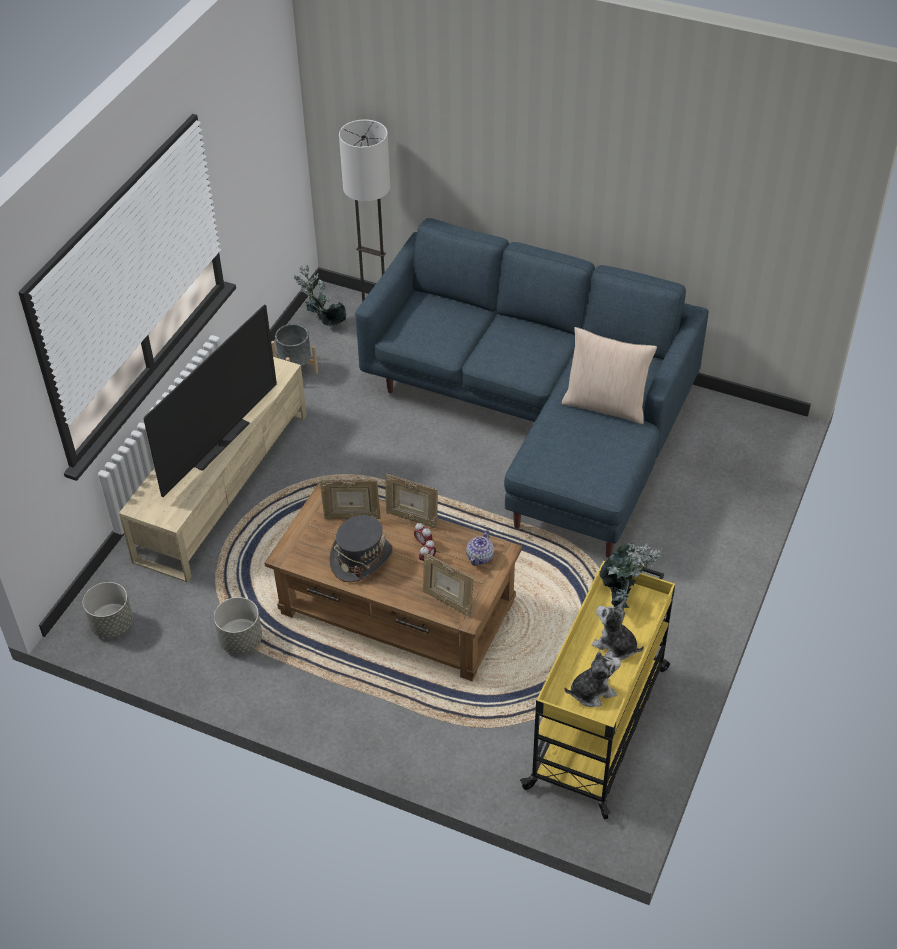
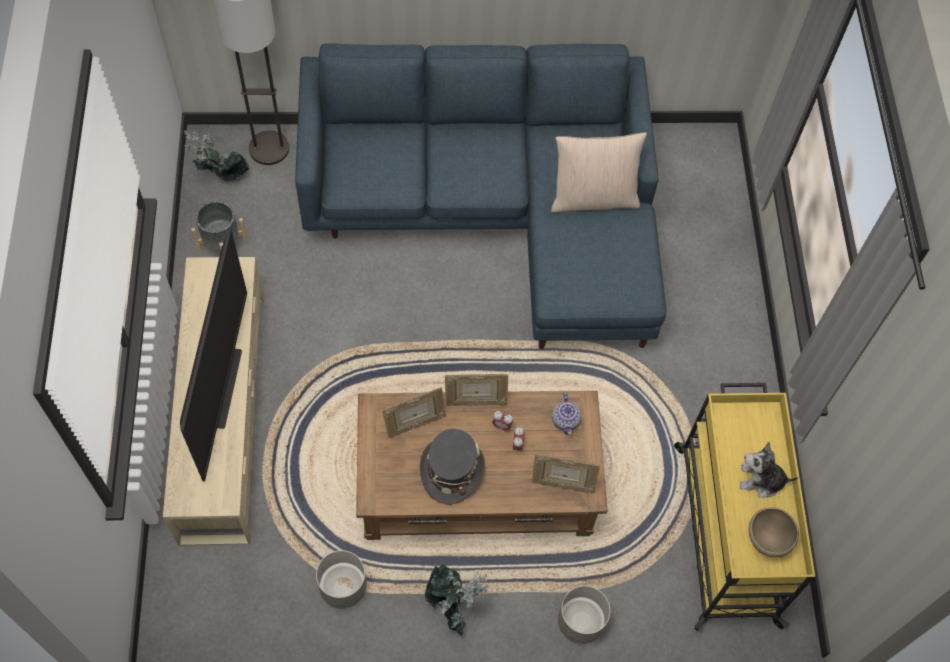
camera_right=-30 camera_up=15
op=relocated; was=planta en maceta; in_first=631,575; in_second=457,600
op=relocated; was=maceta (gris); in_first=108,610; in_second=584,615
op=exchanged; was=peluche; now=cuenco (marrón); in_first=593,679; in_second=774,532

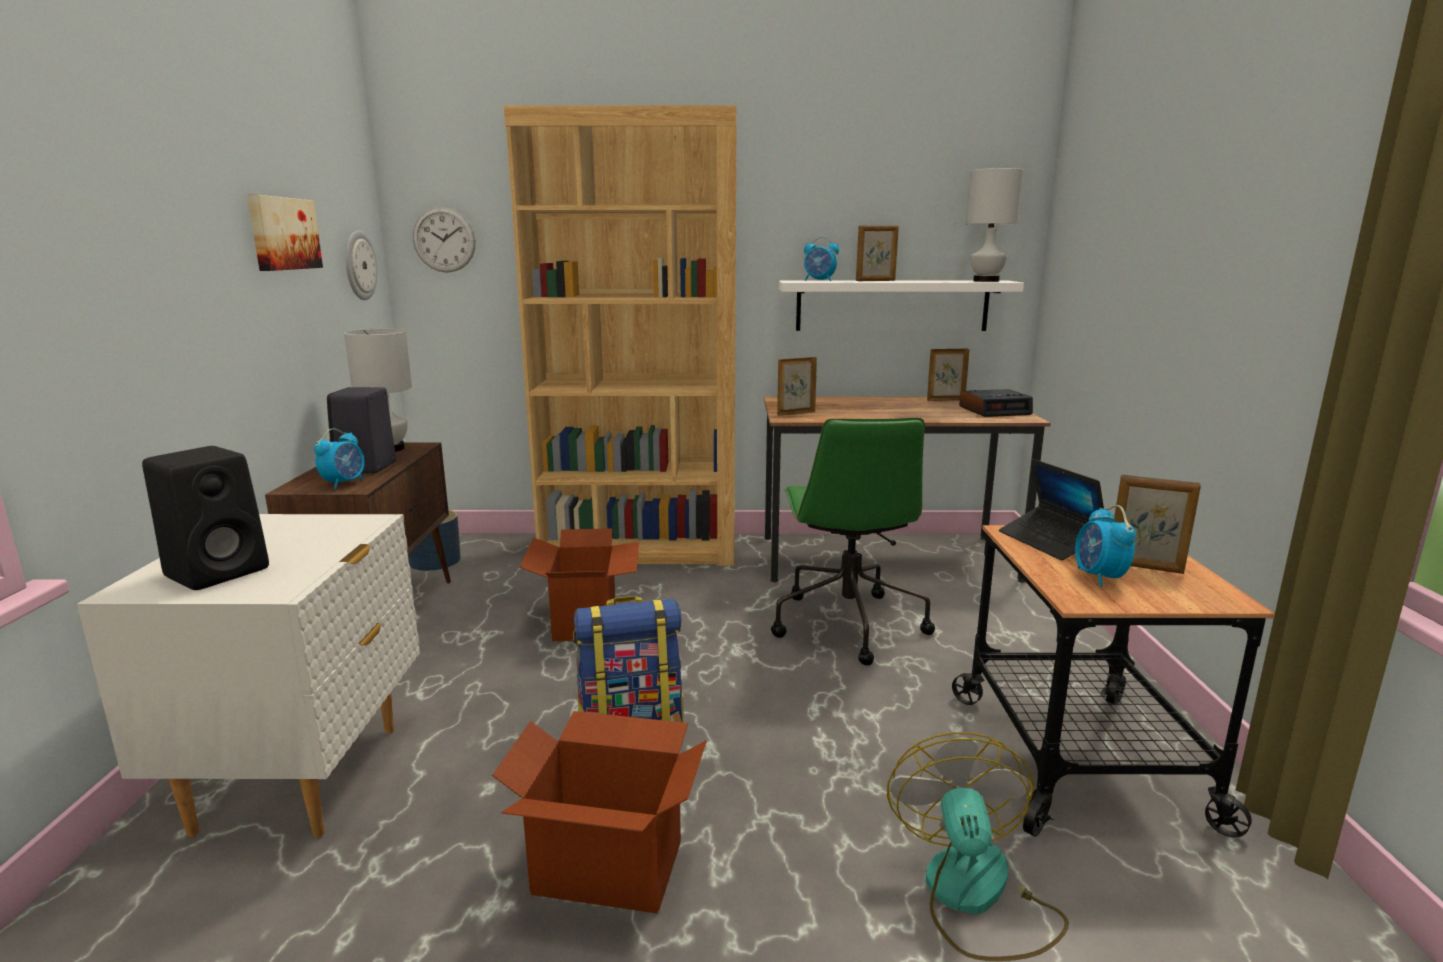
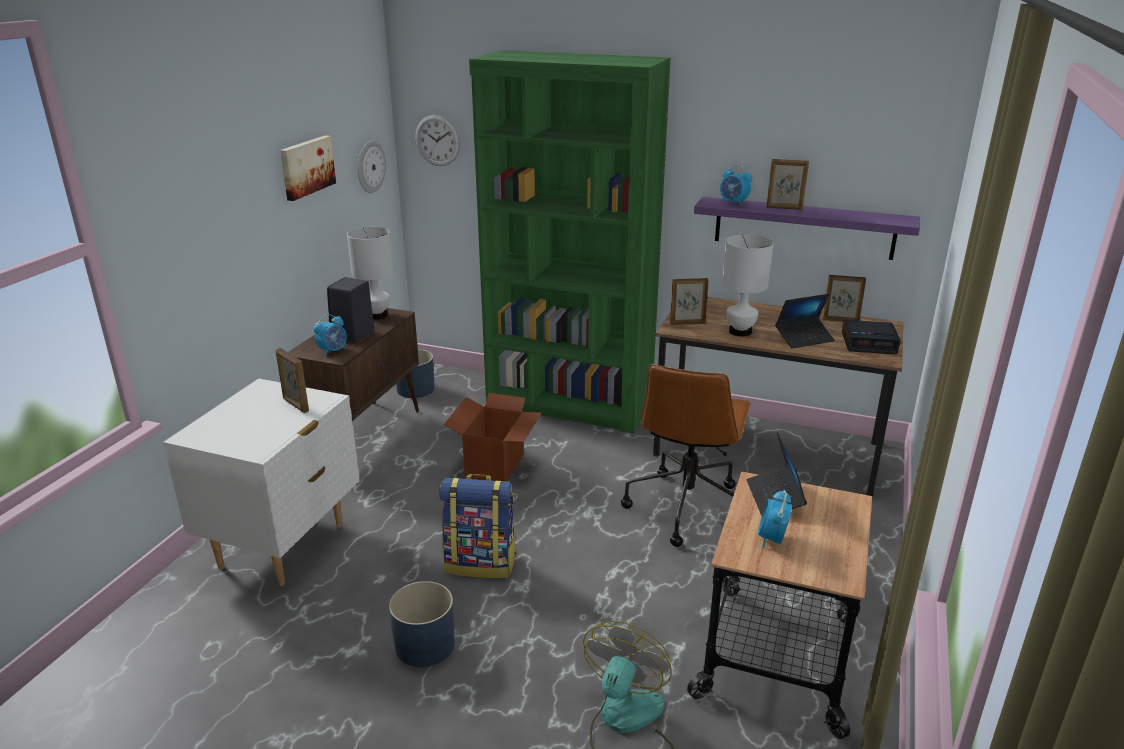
camera_right=20 camera_up=10
op=colour; was=estantería (marrón); now=estantería (verde); in_first=620,335; in_second=570,242
op=relocated; was=lámpara de mesa (blanco); in_first=994,225; in_second=747,285
op=colour; was=estante (blanco); now=estante (morado); in_first=901,306; in_second=807,228
op=colour; was=silla de oficina (verde); now=silla de oficina (marrón); in_first=853,541; in_second=686,455
op=missing; was=altavoz (negro); in_first=205,518
op=relocated; was=portarretratos; in_first=1157,524; in_second=292,380
op=exchanged; was=caja de cartón; now=maceta (azul); in_first=599,812; in_second=422,624
op=appeared; now=portátil; in_second=805,321

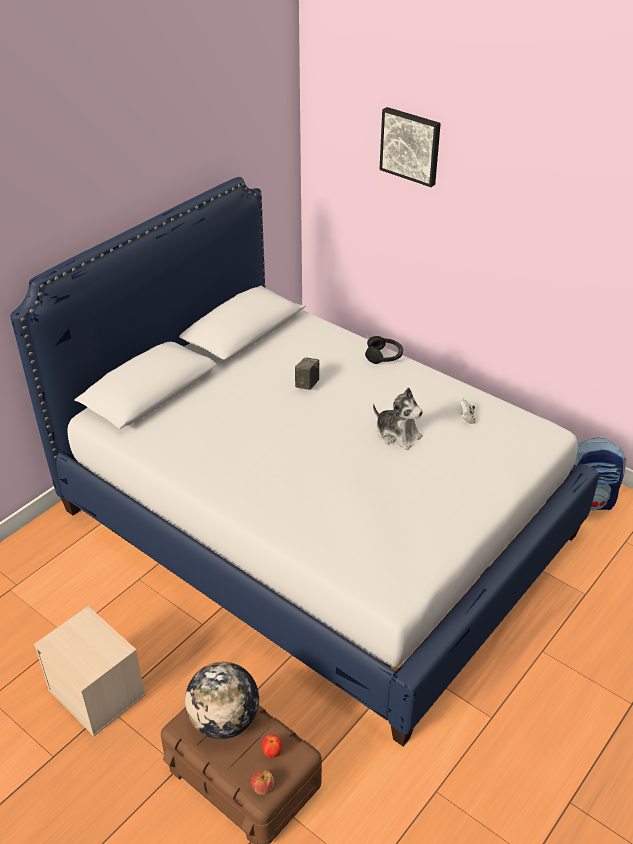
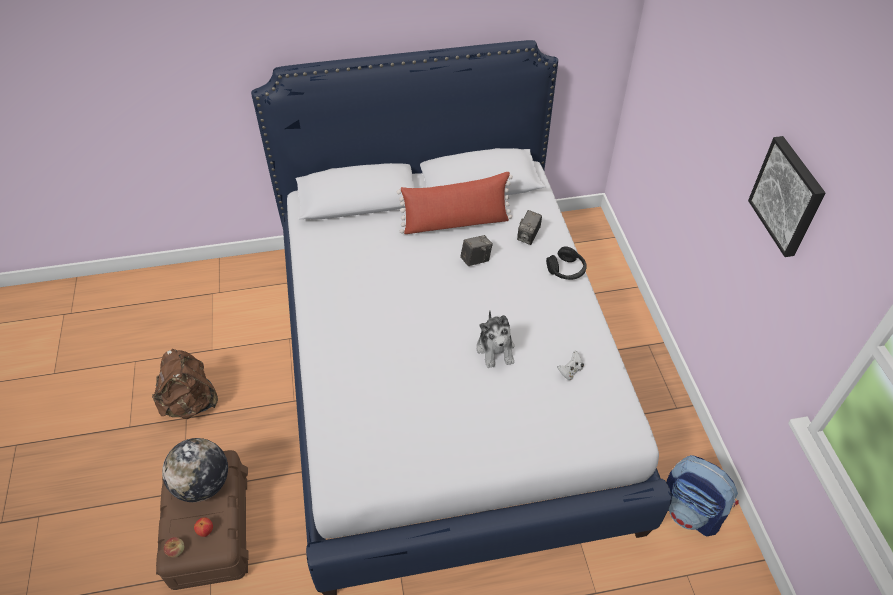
camera_right=40 camera_up=10
op=relocated; was=cuadro; in_first=410,147; in_second=786,196
op=exchanged; was=caja de almacenaje (beis); now=mochila (marrón); in_first=90,671; in_second=185,384
op=appeared; now=cojín (rojo); in_second=455,203
op=appeared; now=cámara; in_second=529,227

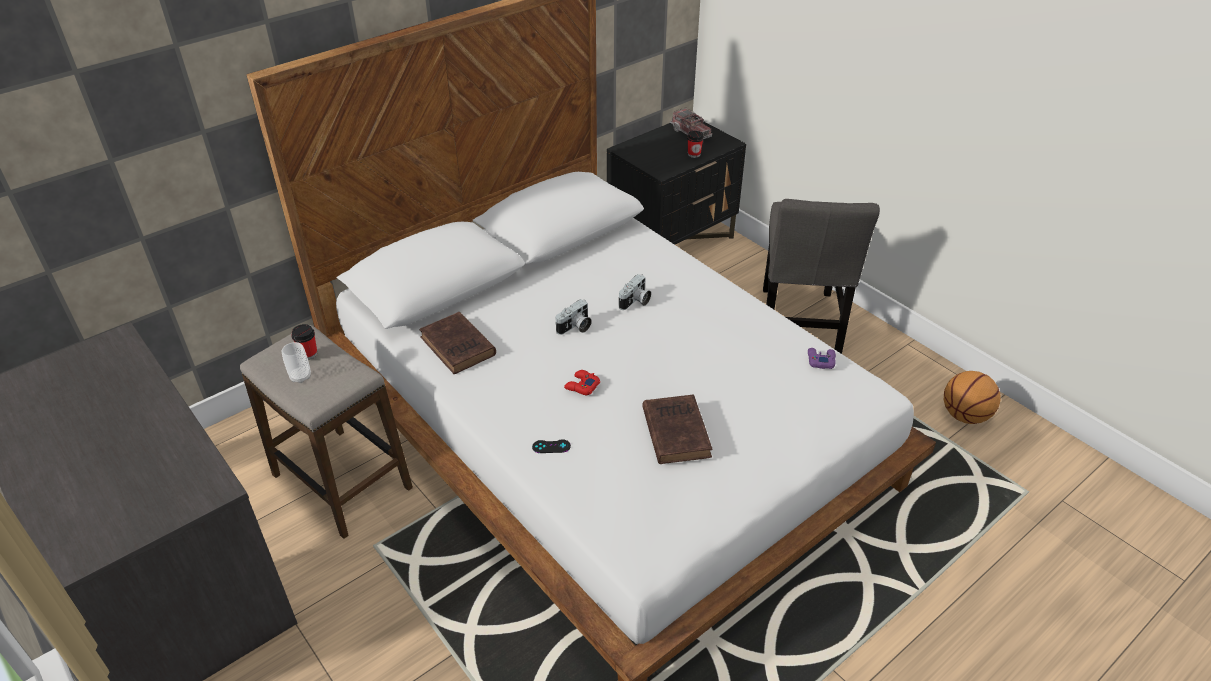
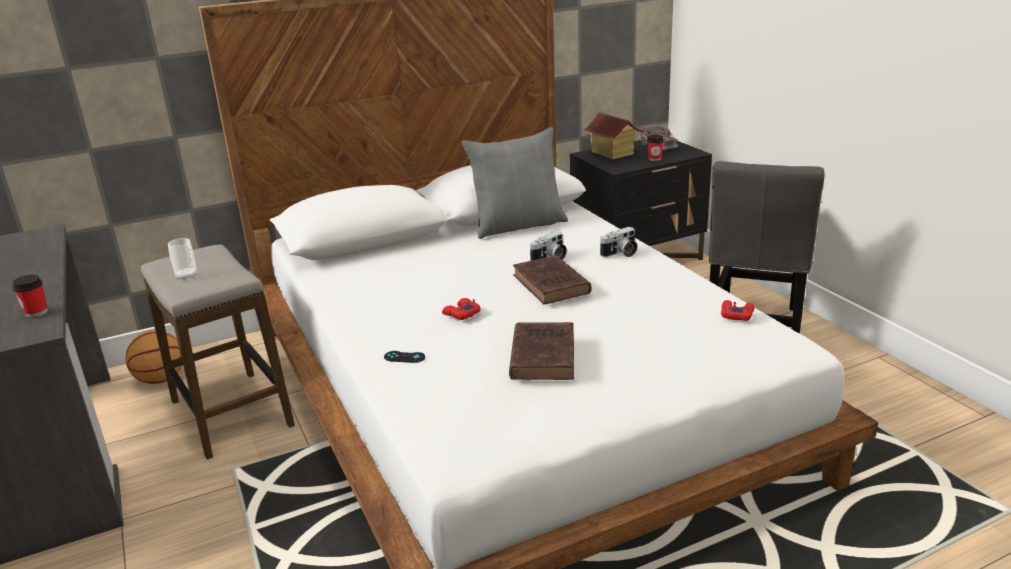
camera_right=15 camera_up=-15
op=relocated; was=cámara; in_first=573,317; in_second=618,242
op=relocated; was=libro (marrón); in_first=457,343; in_second=552,279
op=relocated; was=taza; in_first=304,342; in_second=30,296
op=colour; was=mando de consola (morado); now=mando de consola (rojo); in_first=822,358; in_second=738,310
op=relocated; was=balón de baloncesto; in_first=972,397; in_second=153,357
op=appeared; now=casita; in_second=613,135
op=appeared; now=cojín (gris); in_second=514,183

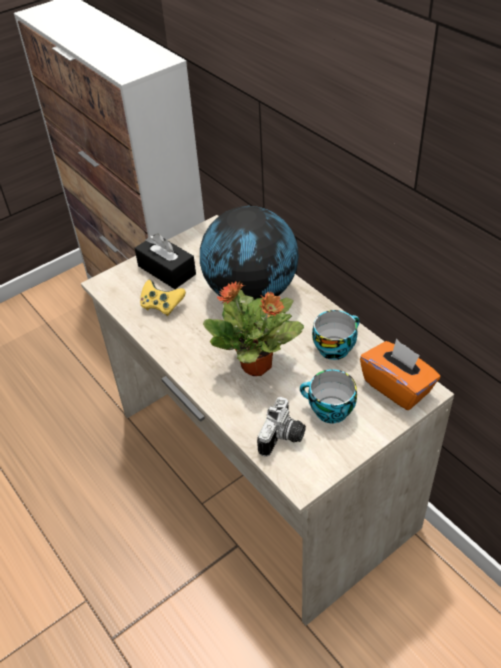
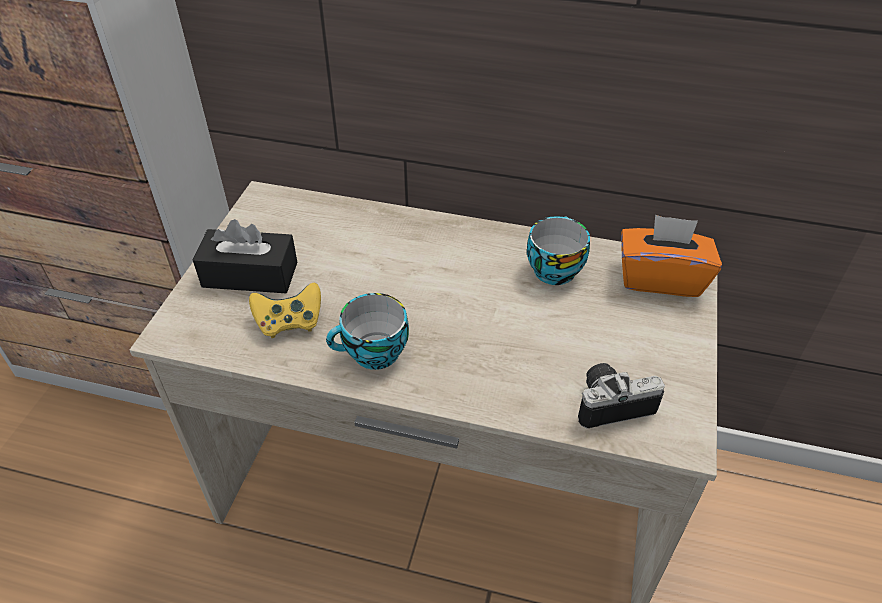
camera_right=-40 camera_up=0
op=missing; was=globo terráqueo; in_first=249,254
op=missing; was=planta en maceta; in_first=253,328
op=relocated; was=taza; in_first=328,396; in_second=367,331
op=spun; was=cámara; in_first=281,427; in_second=621,396; clockwise=-90

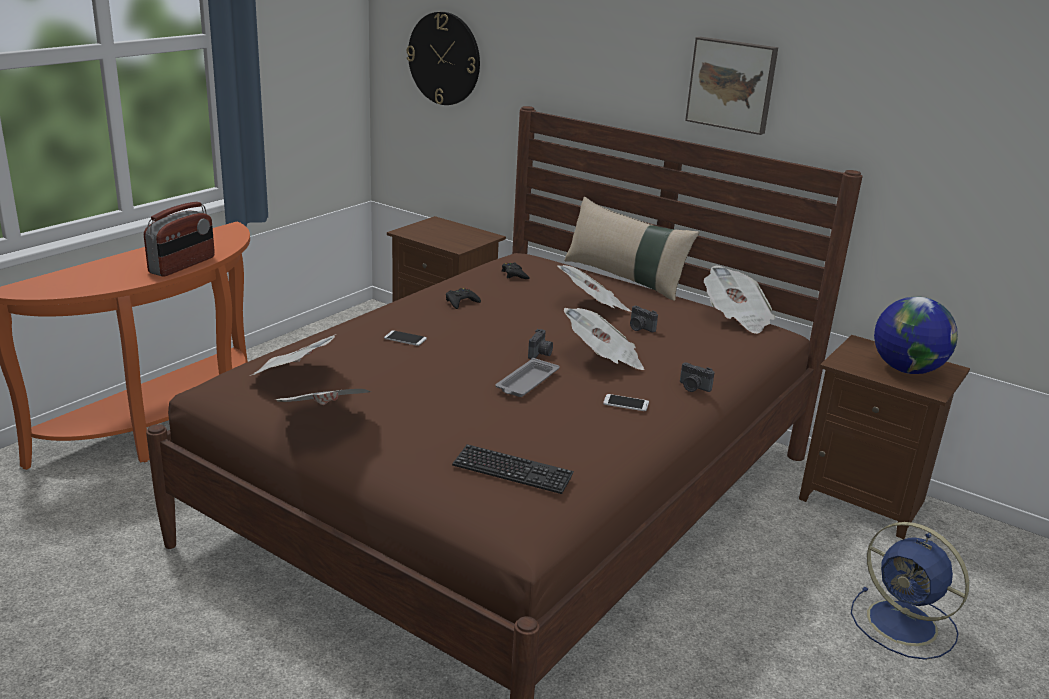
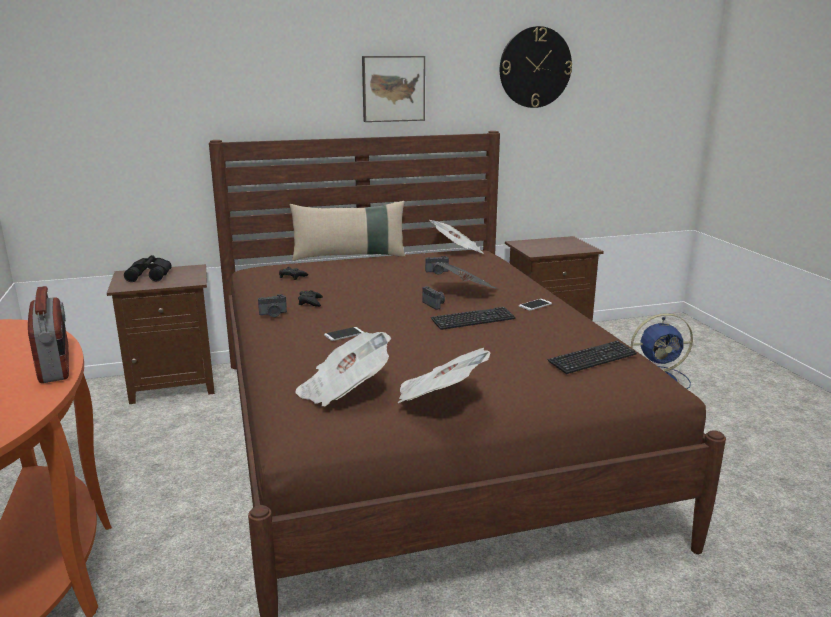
camera_right=-50 camera_up=-5
op=relocated; was=reloj de pared; in_first=443,58; in_second=536,67
op=missing; was=periódico; in_first=594,288
op=missing; was=globo terráqueo; in_first=916,335
op=exchanged; was=bandeja (gris); now=teclado; in_first=527,377; in_second=473,318
op=relocated; was=cámara; in_first=697,377; in_second=272,305
op=appeared; now=prismáticos (negro); in_second=148,268

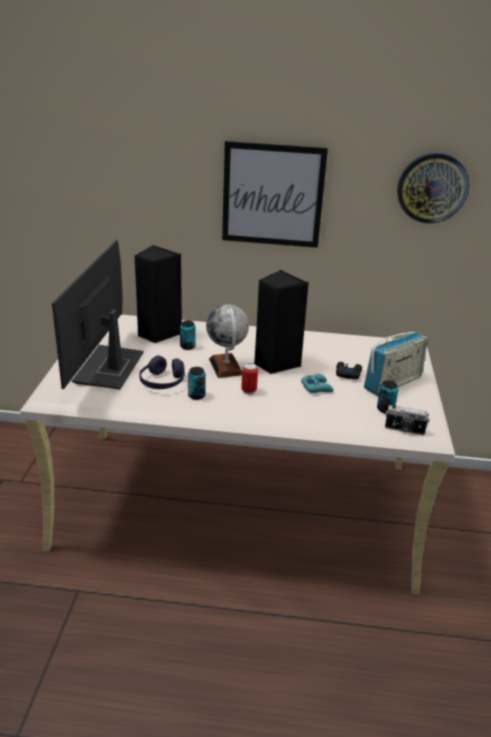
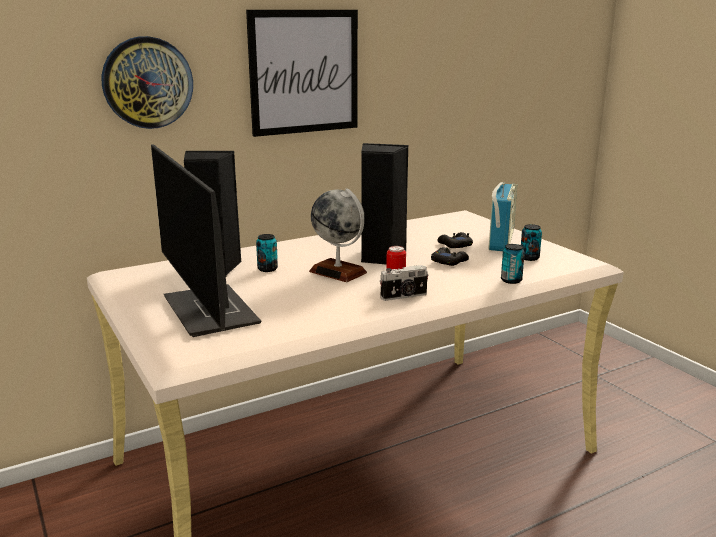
camera_right=-35 camera_up=-10
op=relocated; was=reloj de pared; in_first=433,188; in_second=147,82
op=missing; was=auriculares (morado); in_first=162,372
op=relocated; was=lata; in_first=197,383; in_second=513,264
op=colour; was=mando de consola (turquesa); now=mando de consola (negro); in_first=317,383; in_second=450,256
op=relocated; was=cámara; in_first=407,420; in_second=404,283

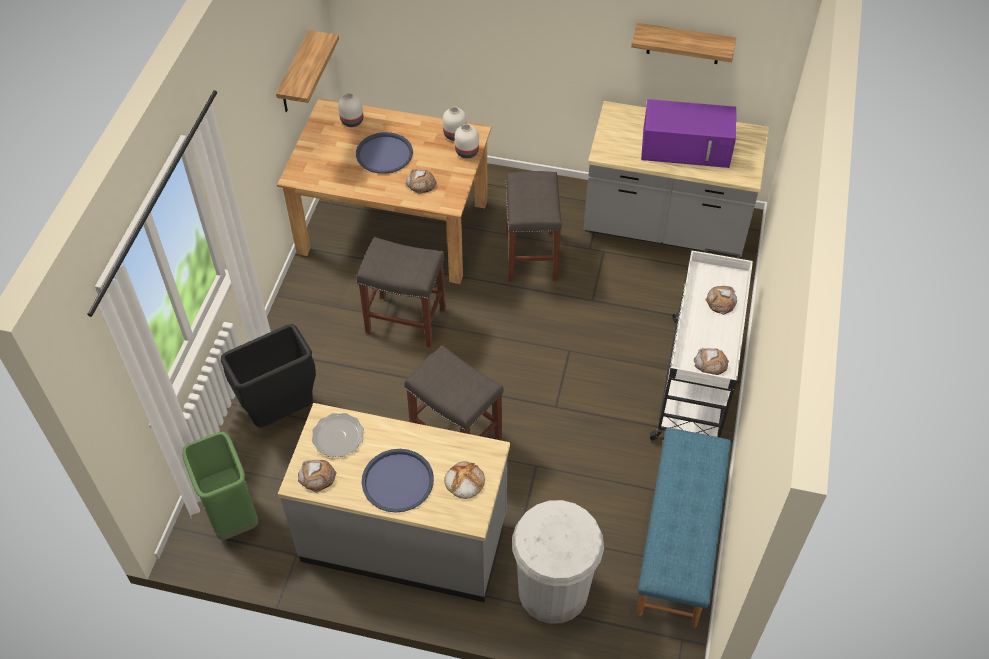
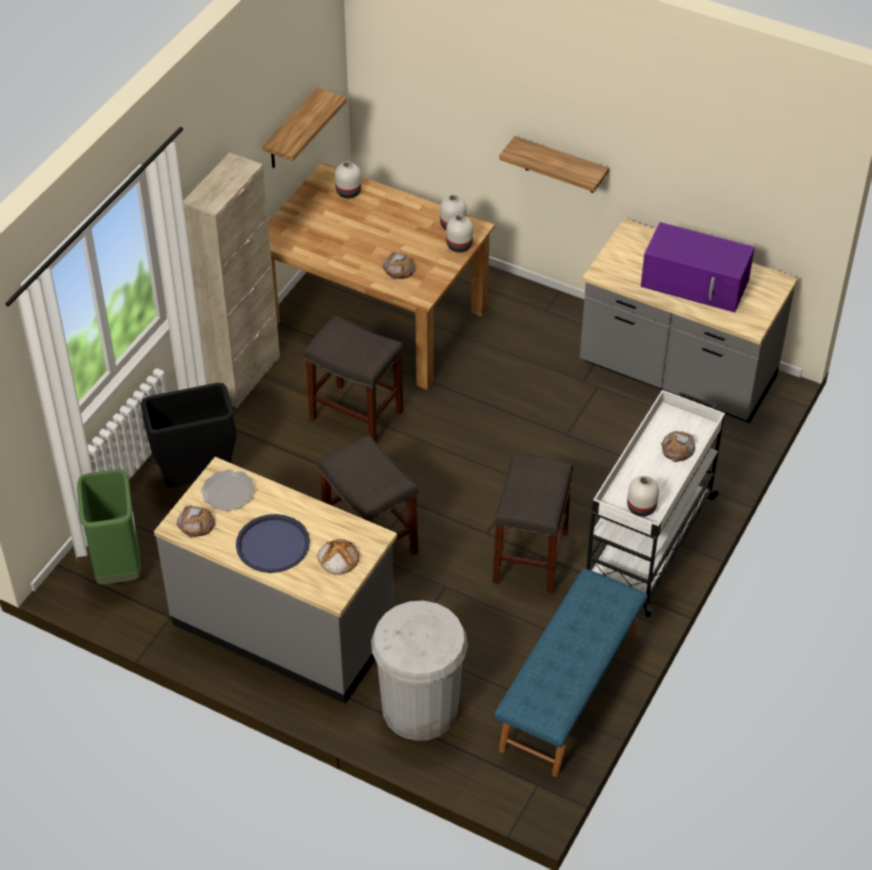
camera_right=15 camera_up=-5
op=relocated; was=estante; in_first=683,43; in_second=554,164
op=missing; was=bandeja (azul); in_first=384,153
op=relocated; was=taburete (gris); in_first=534,226; in_second=533,523
op=exchanged; was=pan; now=florero (blanco); in_first=711,361; in_second=643,496
op=appeared; now=armario (beis); in_second=231,280

